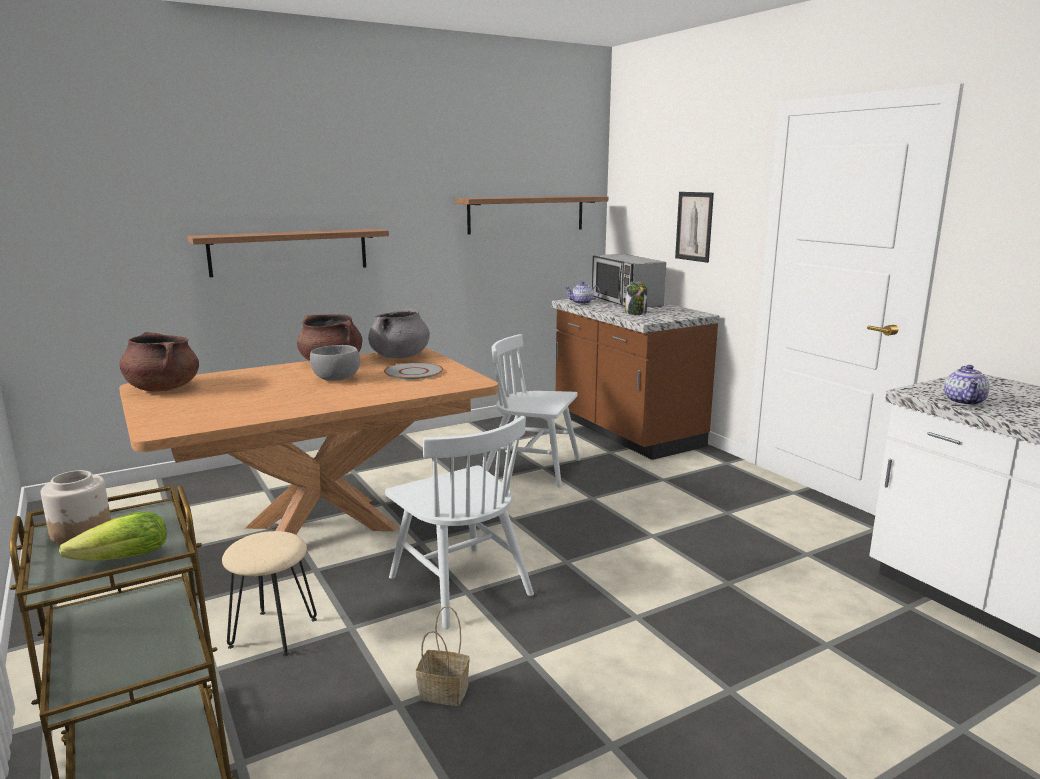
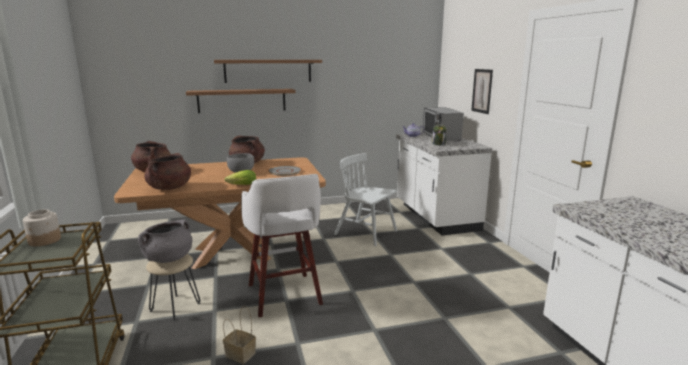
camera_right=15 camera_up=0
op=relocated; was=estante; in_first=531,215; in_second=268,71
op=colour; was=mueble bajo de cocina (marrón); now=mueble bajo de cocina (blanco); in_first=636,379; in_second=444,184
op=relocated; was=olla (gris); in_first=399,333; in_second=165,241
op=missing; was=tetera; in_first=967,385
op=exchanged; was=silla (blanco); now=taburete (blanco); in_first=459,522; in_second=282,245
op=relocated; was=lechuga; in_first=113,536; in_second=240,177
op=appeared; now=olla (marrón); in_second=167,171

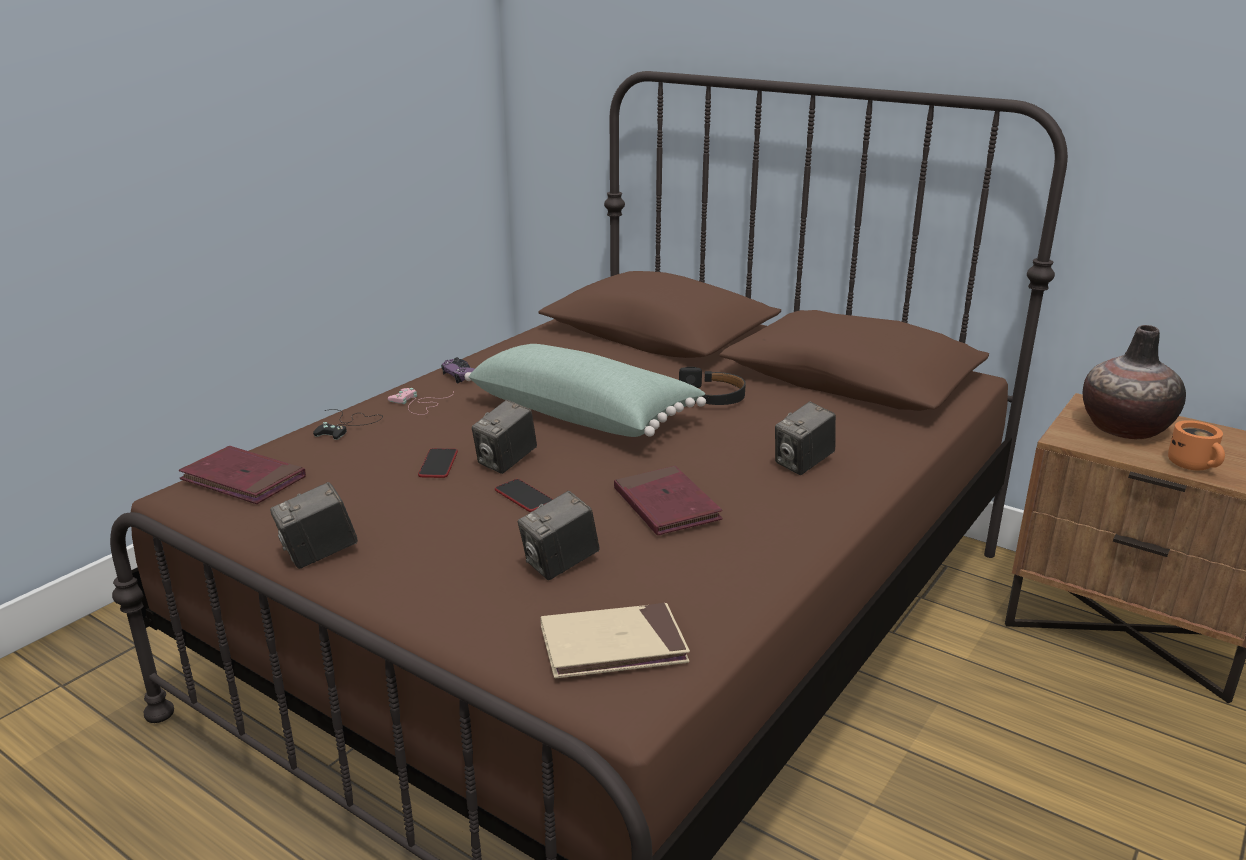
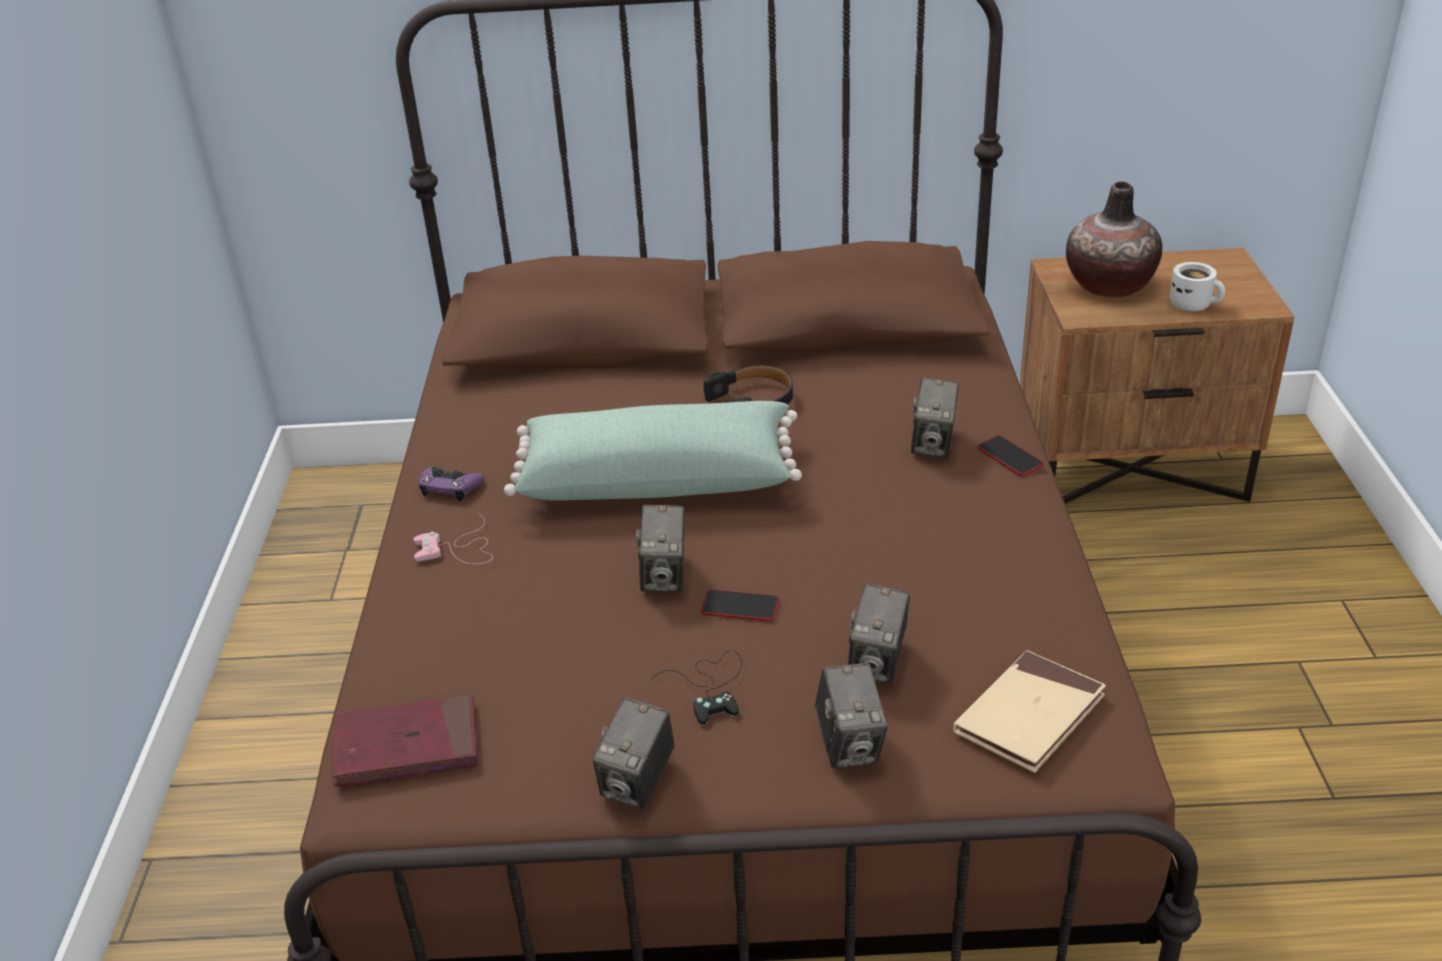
camera_right=-35 camera_up=10
op=relocated; was=mando de consola (negro); in_first=348,424; in_second=696,688
op=colour; was=taza grande (naranja); now=taza grande (blanco); in_first=1196,445; in_second=1197,286
op=relocated; was=móvil; in_first=438,463; in_second=1010,455
op=missing; was=libro (rojo); in_first=668,500
op=appeared; now=cámara; in_second=851,715

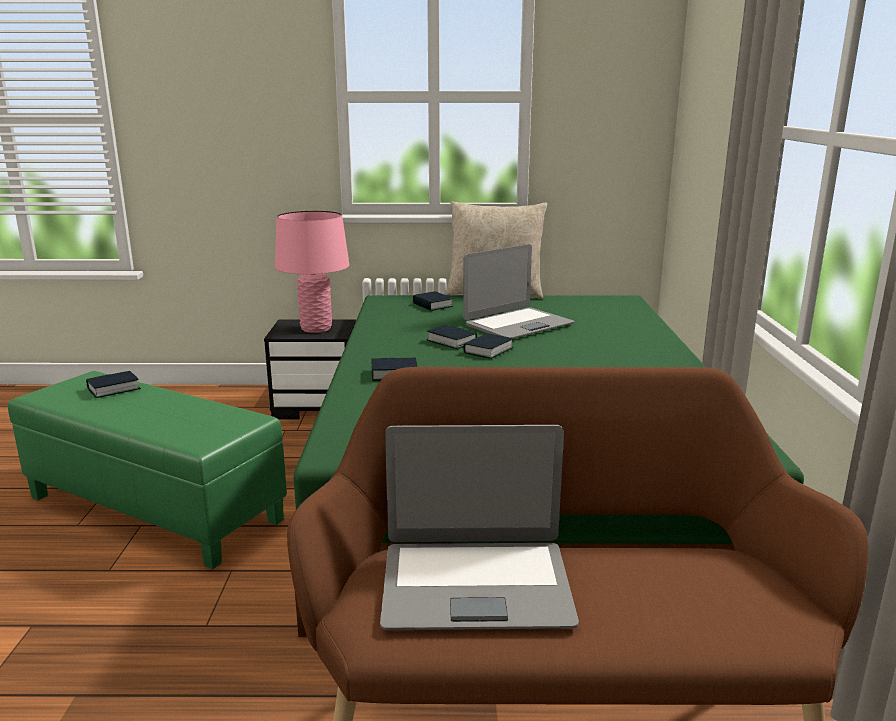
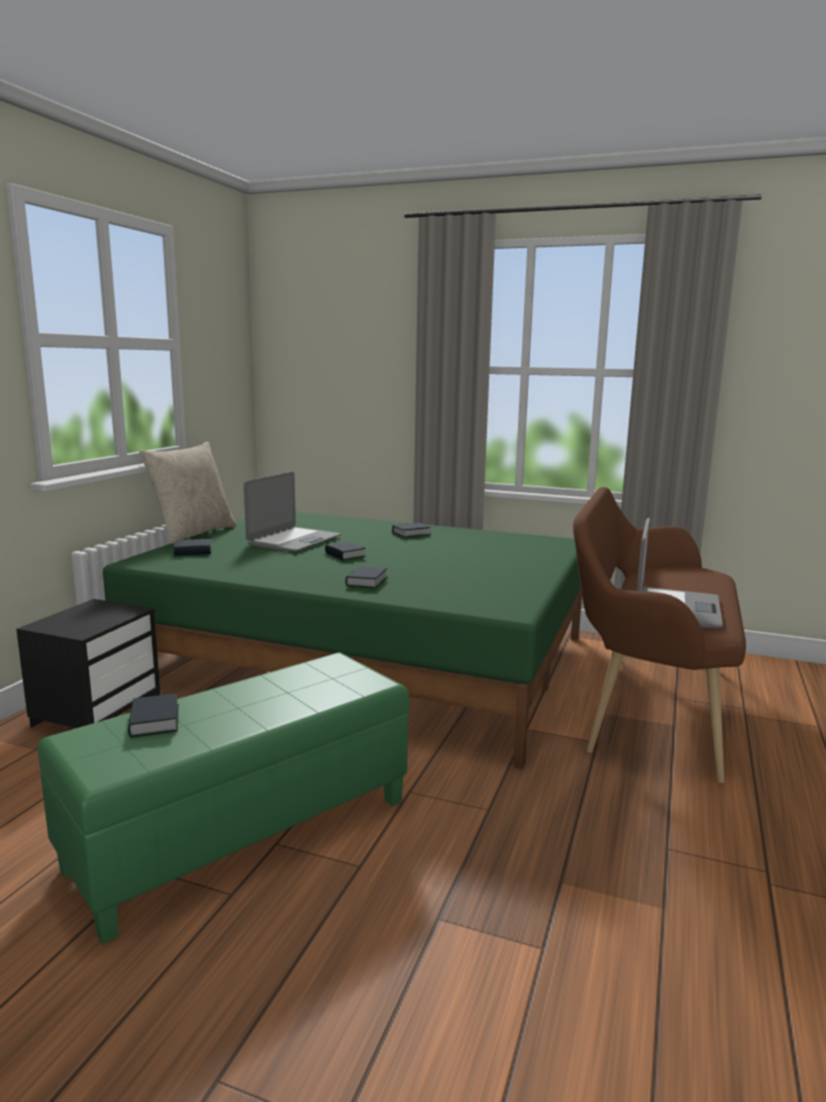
camera_right=-70 camera_up=-5
op=missing; was=lámpara de mesa (rosa); in_first=312,272
op=spun; was=portátil; in_first=518,291; in_second=292,512; clockwise=45
op=relocated; was=libro; in_first=452,337; in_second=411,530

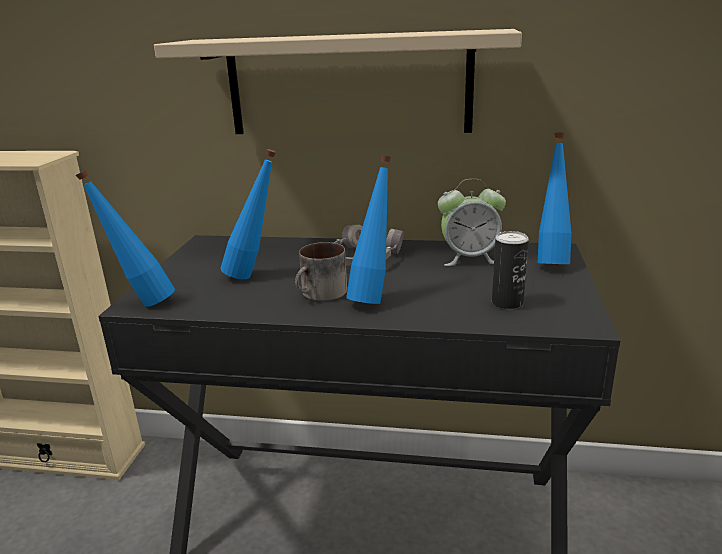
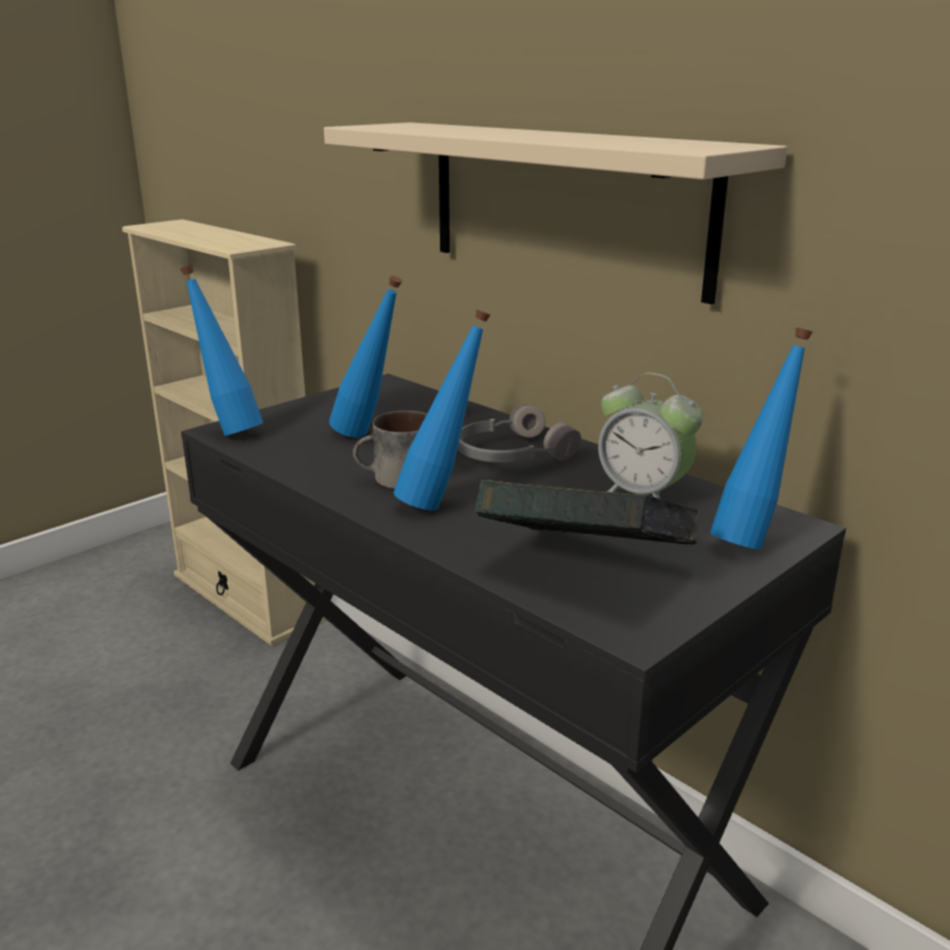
camera_right=35 camera_up=0
op=exchanged; was=lata; now=libro; in_first=510,270; in_second=588,512

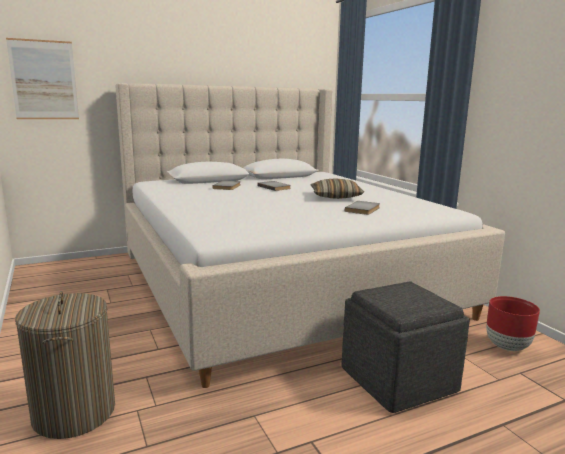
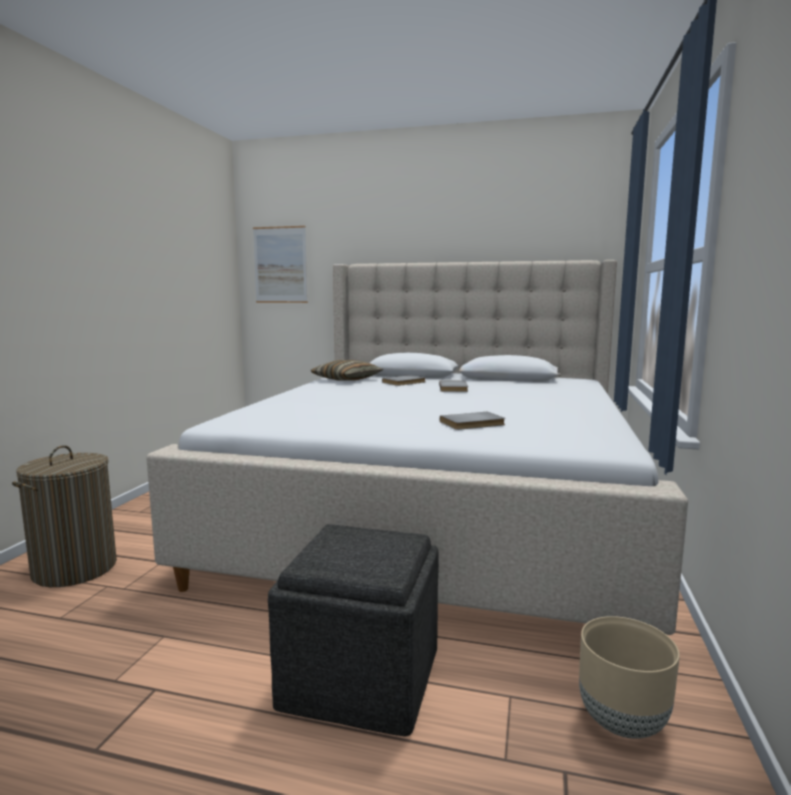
camera_right=40 camera_up=-5
op=relocated; was=cojín; in_first=337,188; in_second=347,370
op=colour; was=maceta (rojo); now=maceta (beis); in_first=513,323; in_second=629,677

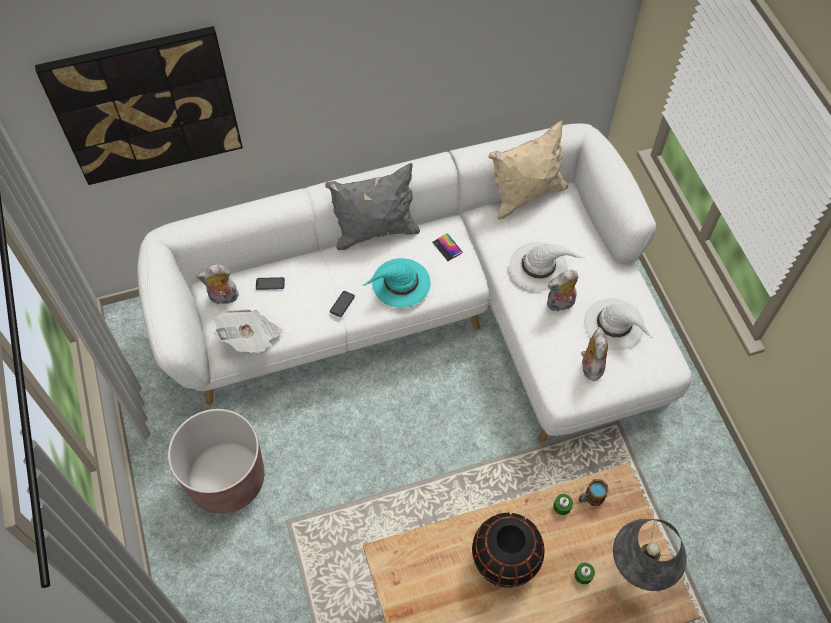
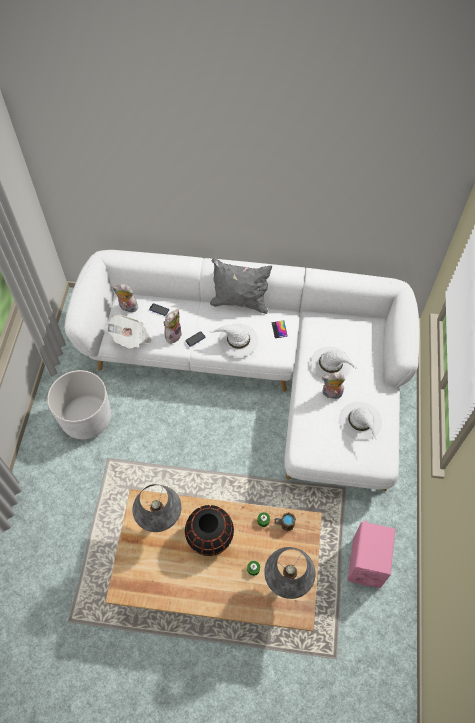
camera_right=25 camera_up=0
op=missing; was=cuadro; in_first=139,105
op=missing; was=cojín (beis); in_first=528,170
op=colour; was=sombrero (turquesa); now=sombrero (blanco); in_first=396,283; in_second=233,340
op=relocated; was=peluche; in_first=594,354; in_second=172,326
op=colour; was=maceta (marrón); now=maceta (blanco); in_first=216,461; in_second=79,404
op=appeared; now=lámpara de mesa (gris); in_second=157,508
op=appeared; now=altavoz (rosa); in_second=371,554

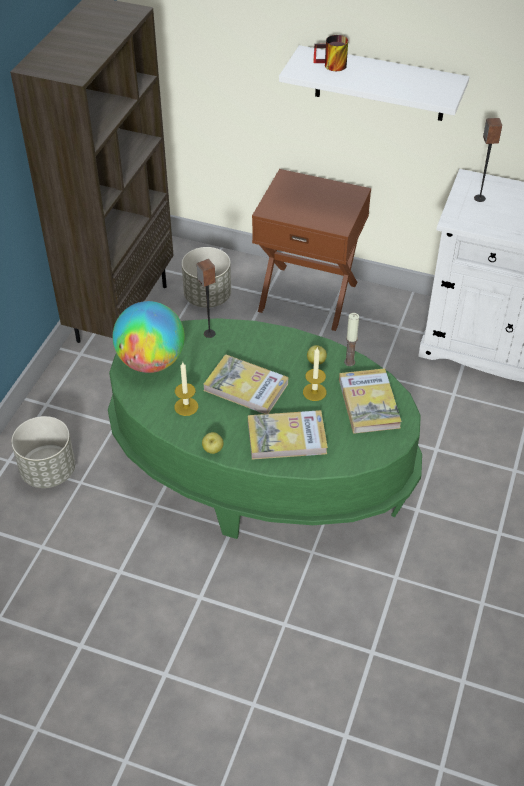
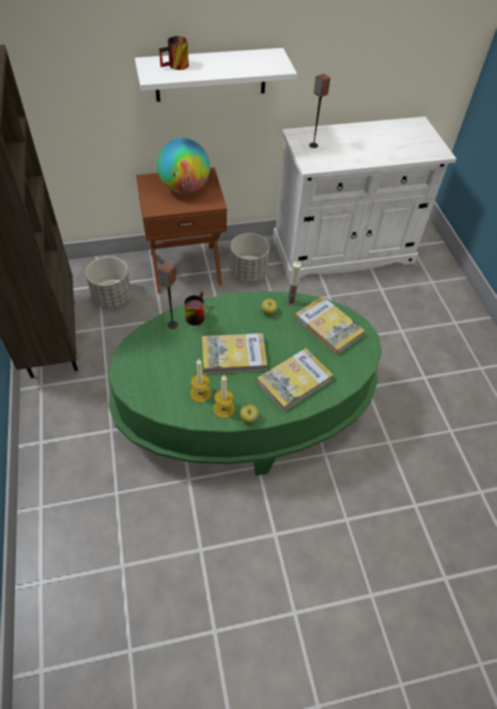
camera_right=-35 camera_up=5
op=relocated; was=globo terráqueo; in_first=149,337; in_second=183,166
op=relocated; was=vela; in_first=314,374; in_second=224,396
op=relocated; was=maceta (gris); in_first=43,452; in_second=250,257
op=appeared; now=taza grande; in_second=194,309

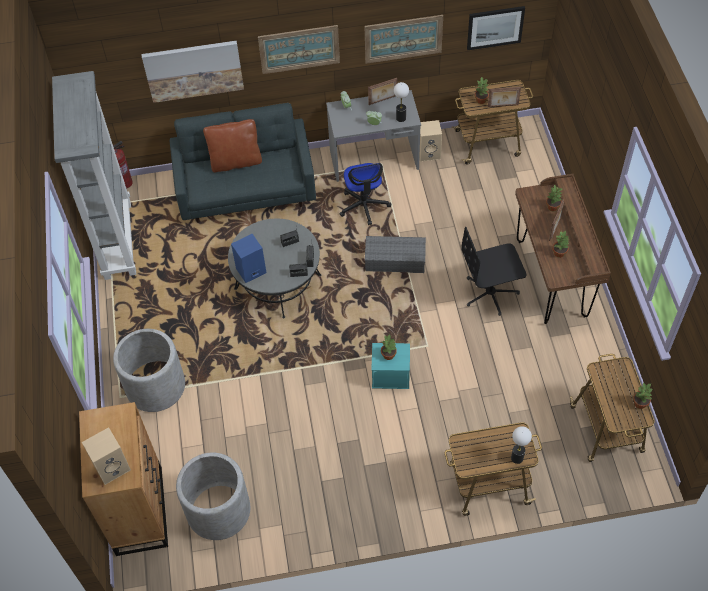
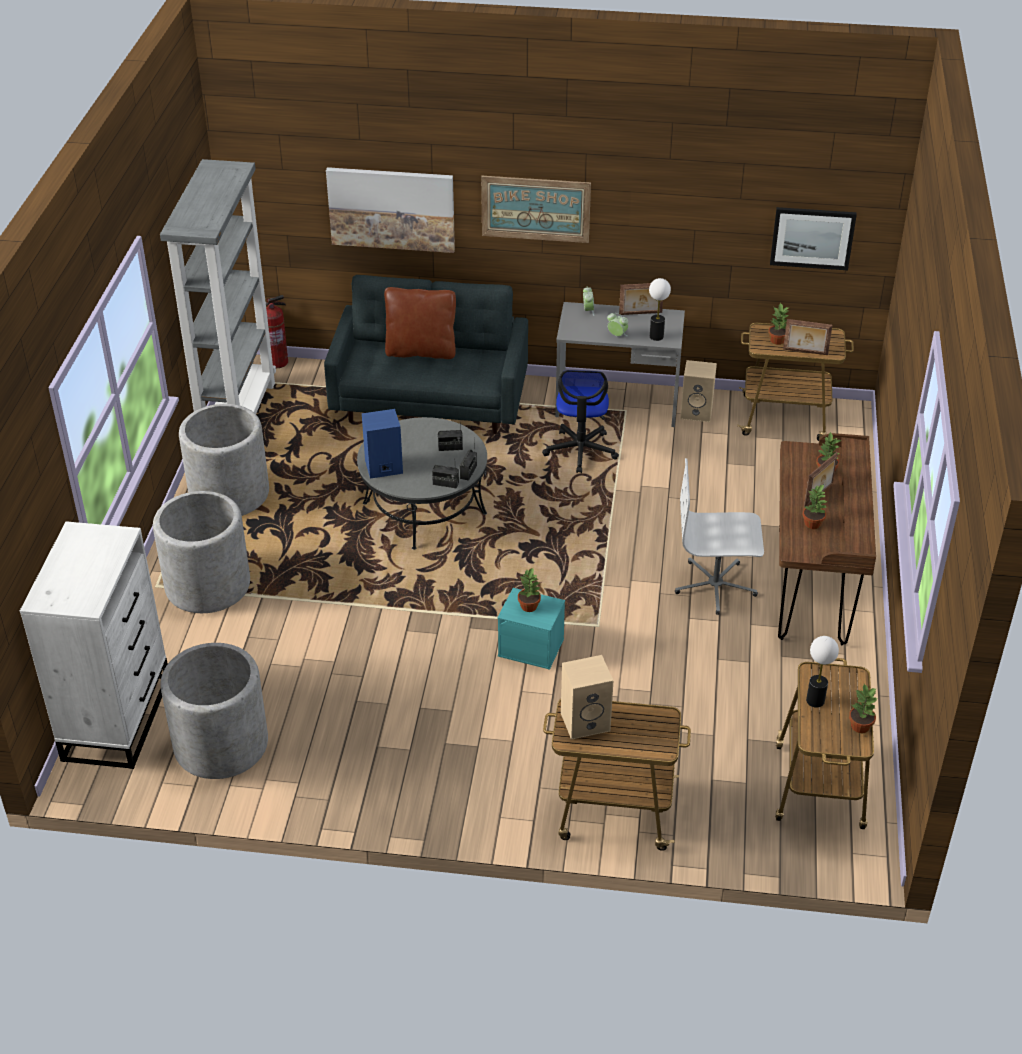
camera_right=15 camera_up=-15
op=missing; was=cuadro; in_first=403,39
op=colour; was=silla de oficina (negro); now=silla de oficina (blanco); in_first=494,271; in_second=719,536
op=missing; was=caja de almacenaje (gris); in_first=395,254
op=colour; was=cómoda (marrón); now=cómoda (blanco); in_first=123,479; in_second=94,645
op=relocated; was=lámpara de mesa; in_first=521,445; in_second=822,672
op=relocated; was=altavoz (beis); in_first=106,456; in_second=587,697
op=appeared; now=maceta (gris); in_second=224,460

